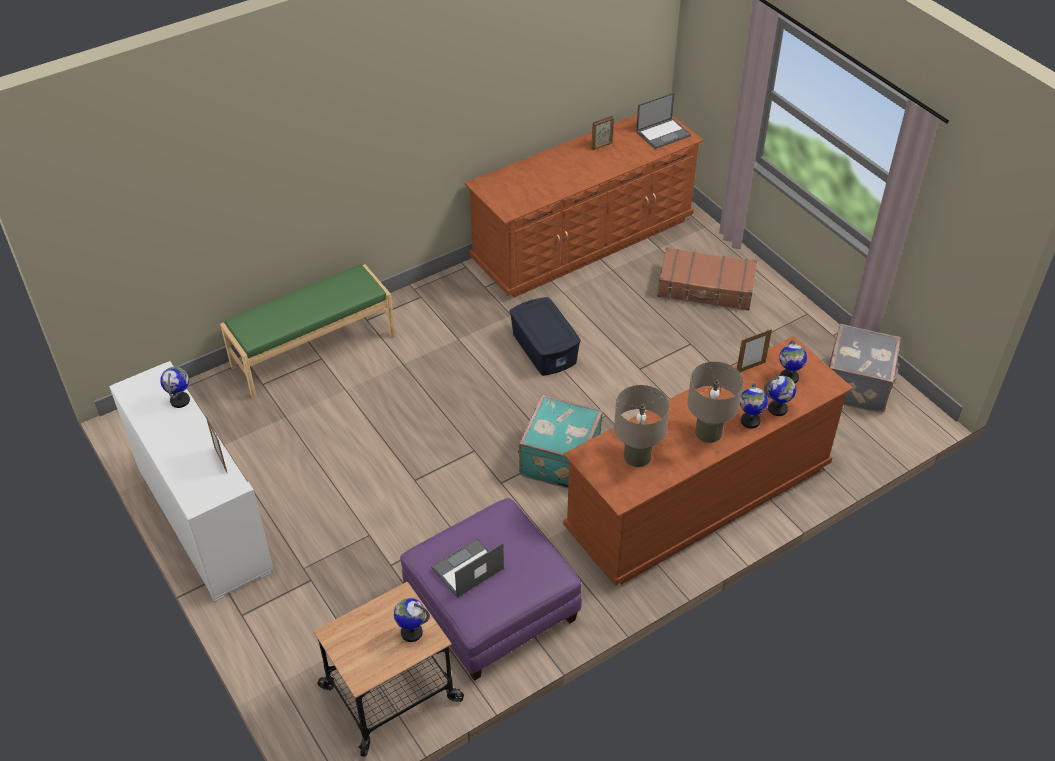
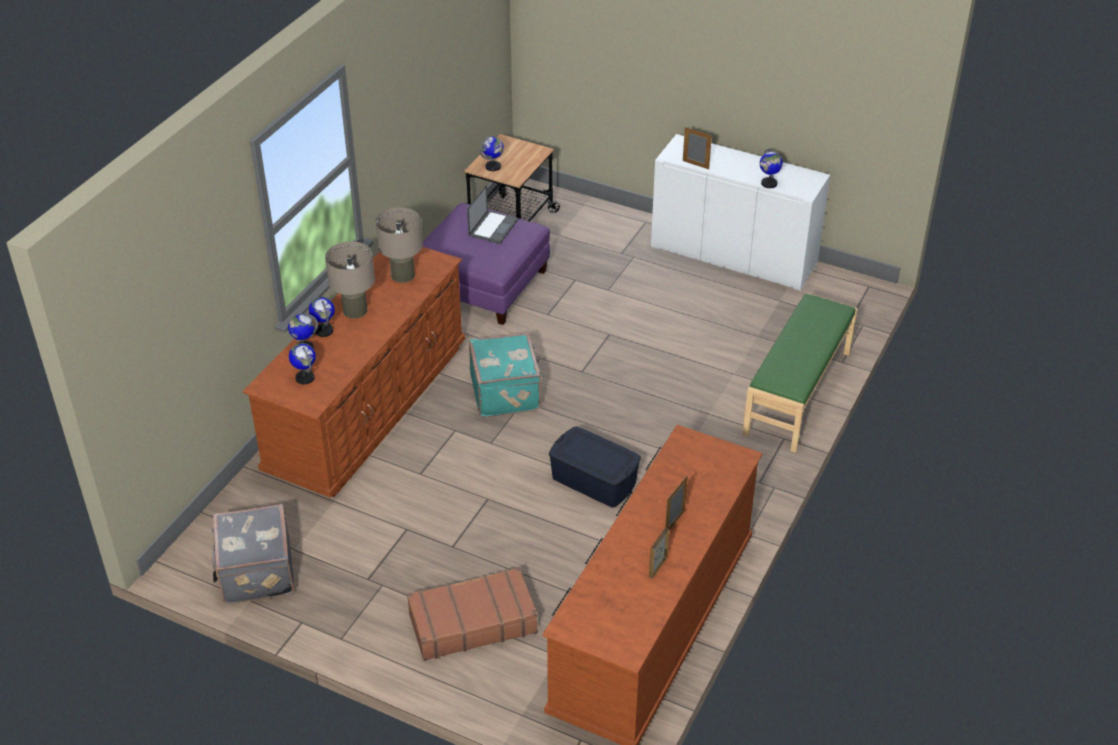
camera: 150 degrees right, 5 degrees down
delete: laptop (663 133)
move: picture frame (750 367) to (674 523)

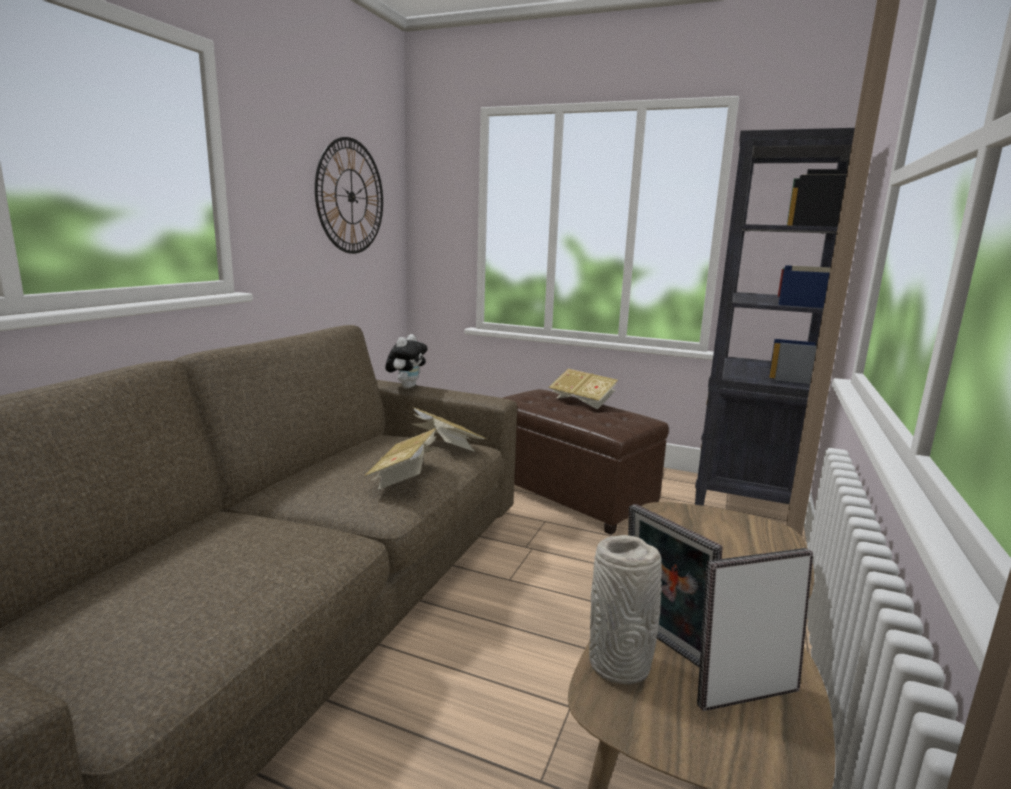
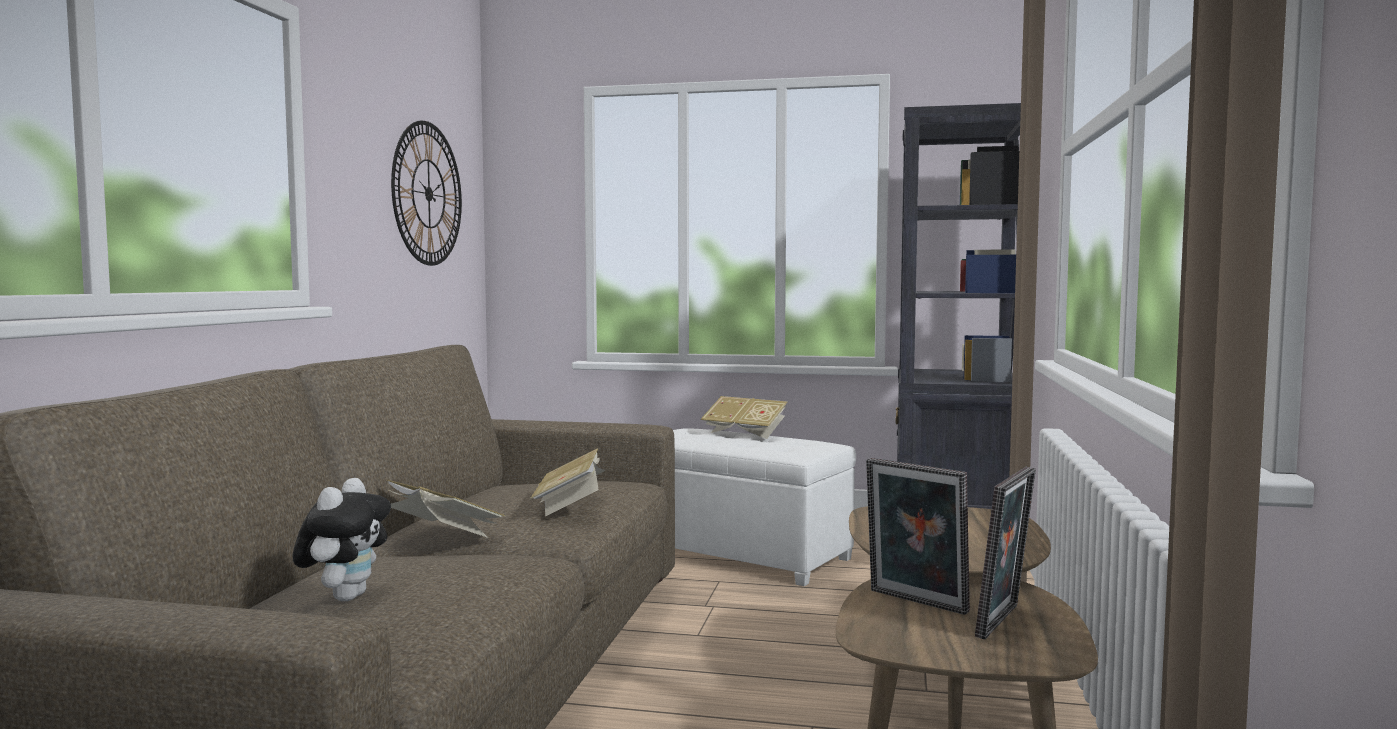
camera: 10 degrees left, 10 degrees down
delete: grey vase (621 665)
move: plush toy (407 387) to (345 596); book (446 445) to (441 533)
recolor: brown ottoman (569 494) to white ottoman (738 554)
rotate: picture frame (744 692) = (1004 622) 150 degrees clockwise

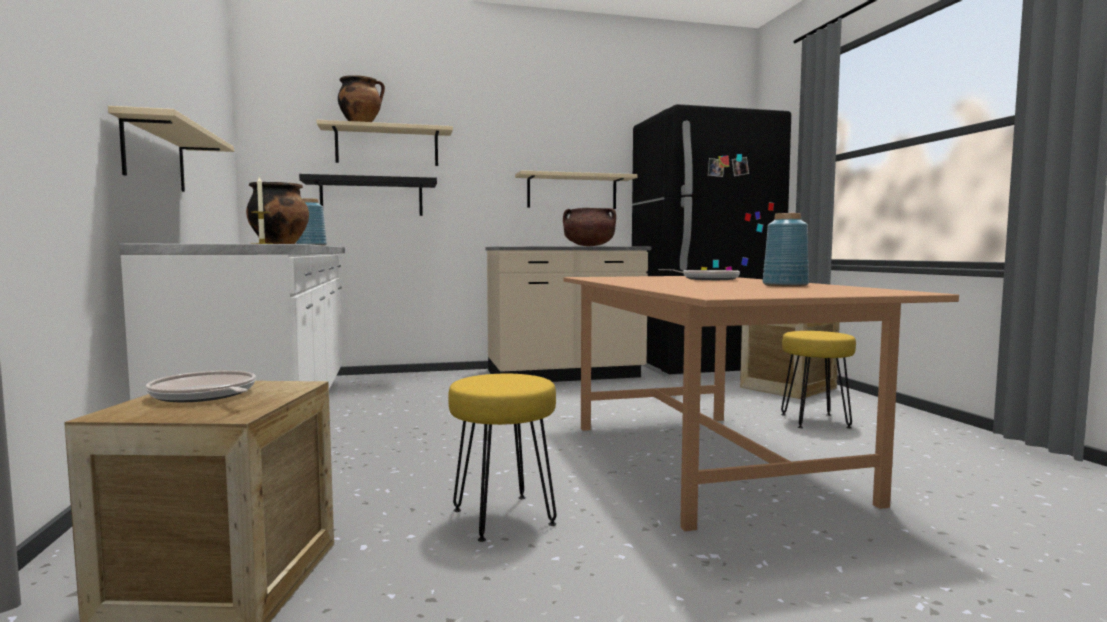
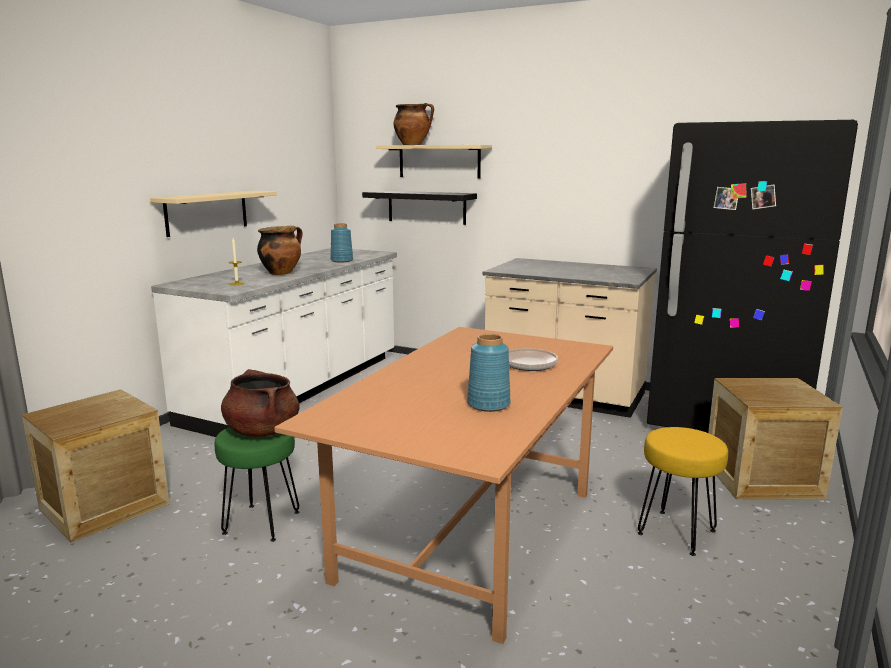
camera: 40 degrees right, 10 degrees up
delete: frying pan (205 395); beige shelf (572 192)
move: brown cooking pot (589 246) to (262 431)
recolor: yellow stool (502 517) to green stool (261 522)

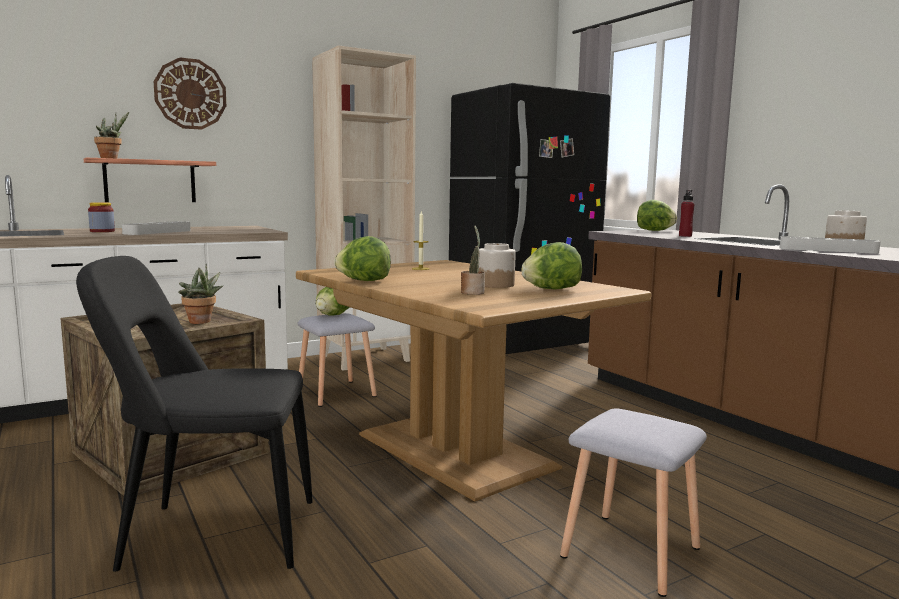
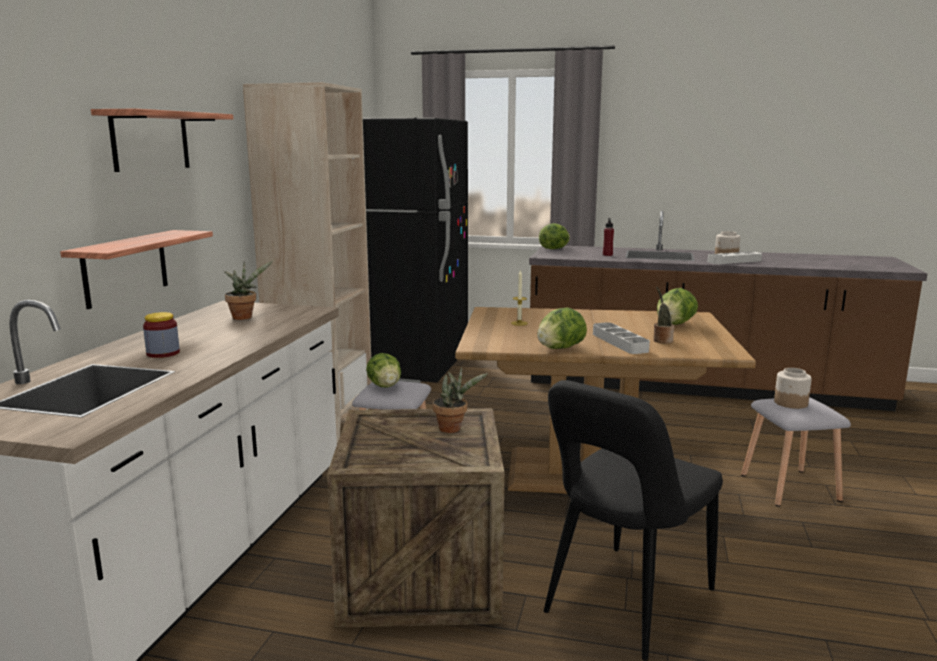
camera: 45 degrees left, 5 degrees up
move: potted plant (112 158) to (244 317); grey tray (157 232) to (619 342); jar (495 285) to (790 403)
replace: wall clock (190 94) to shelf (150 141)

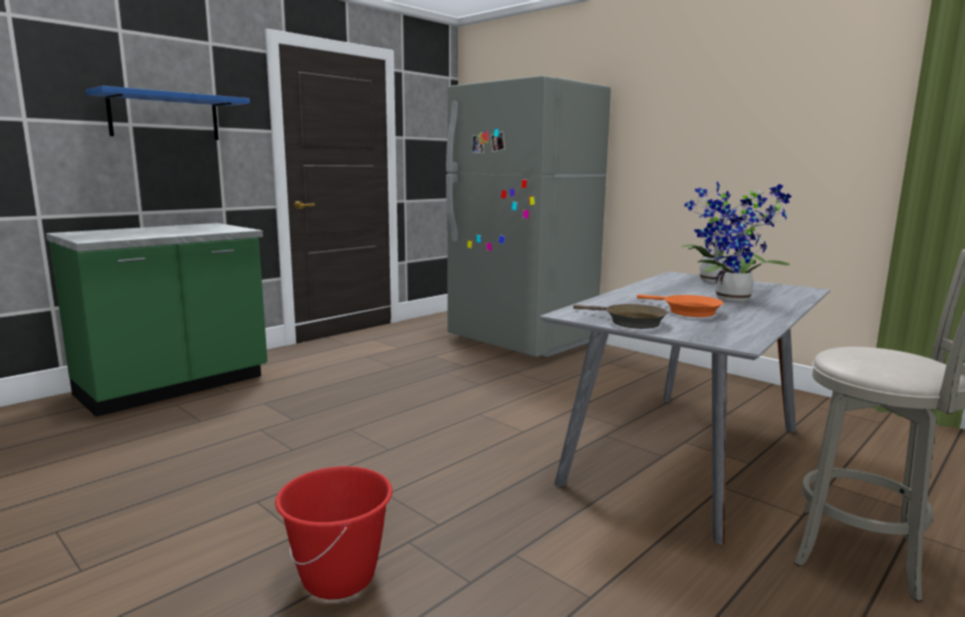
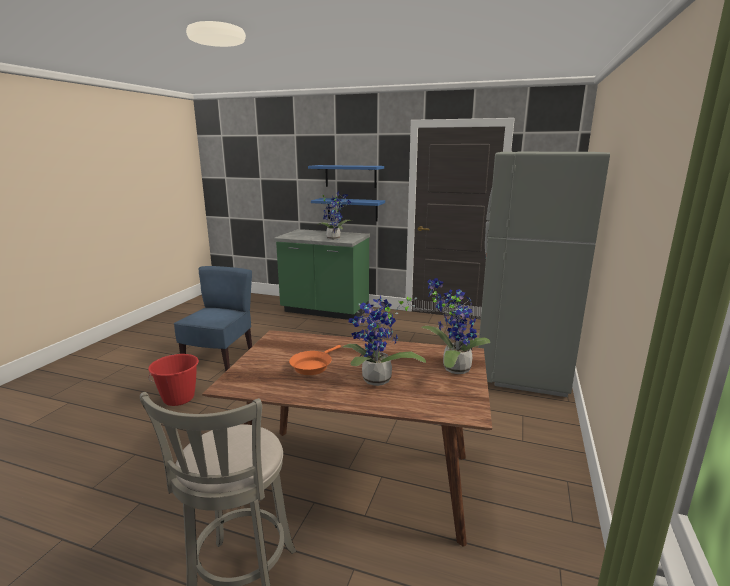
camera: 65 degrees right, 5 degrees up
delete: brown frying pan (630 322)
insert: blue chair (219 357); blue shelf (352 209); potted plant (334 238)
recolor: grey dining table (688 456) to brown dining table (356 480)

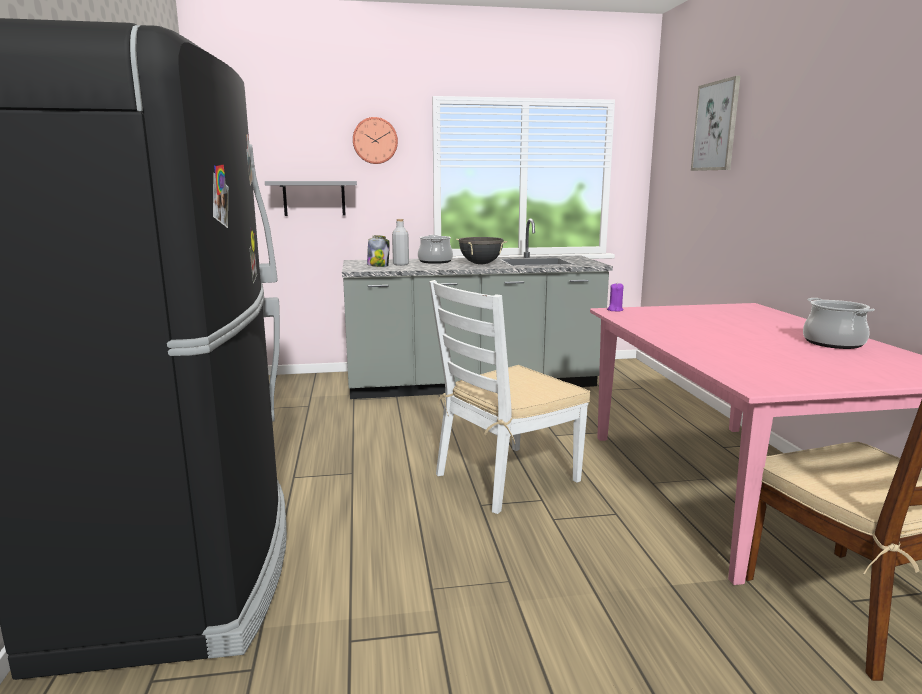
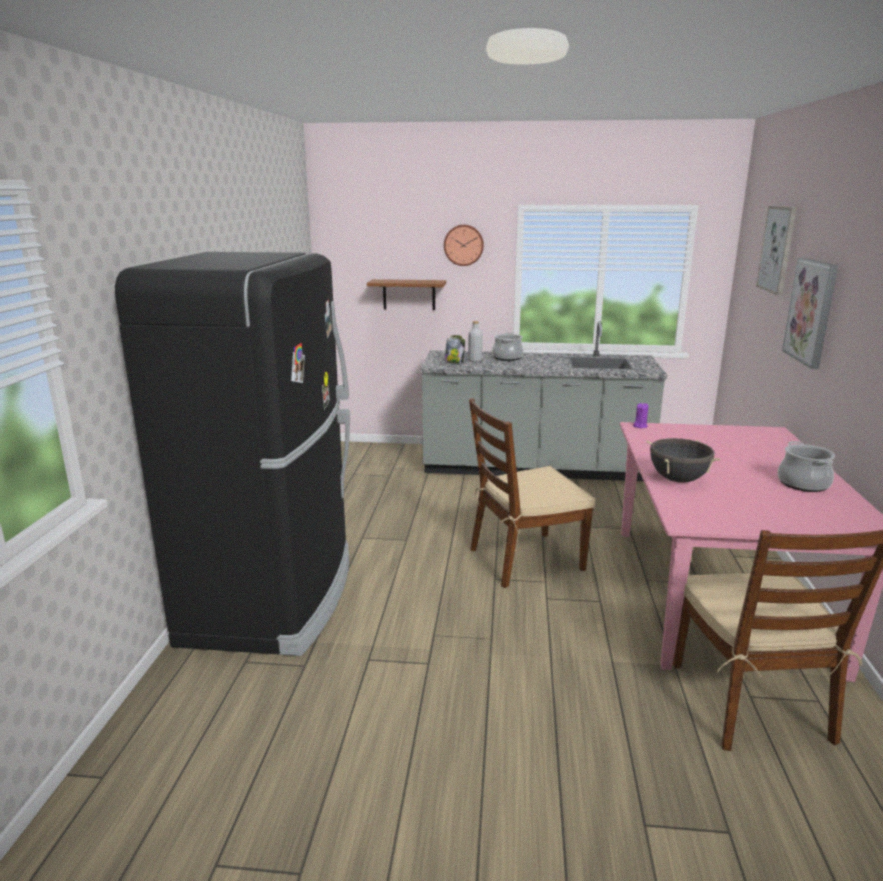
camera: 15 degrees right, 5 degrees up
insert: picture (811 311)
move: black cooking pot (481 264) to (678 480)
recolor: grey shelf (314 198) to brown shelf (409 294); white chair (506 478) to brown chair (525 559)

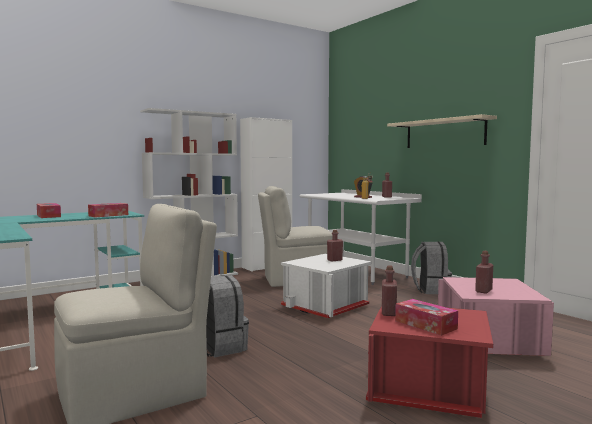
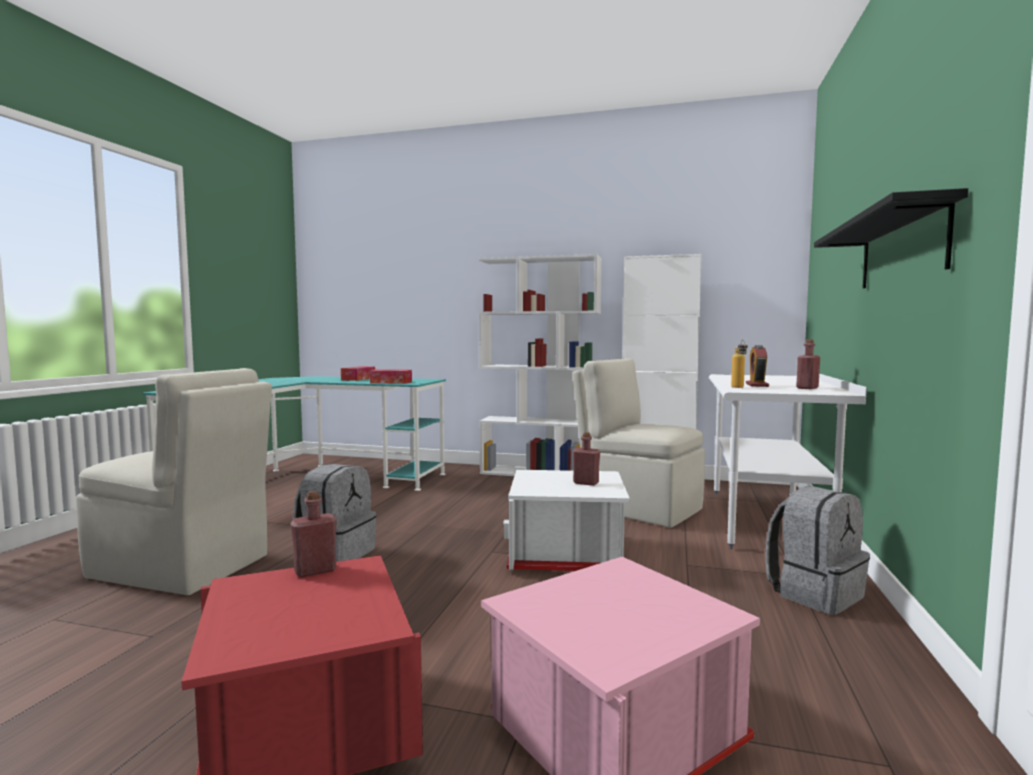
camera: 50 degrees right, 0 degrees up
delete: tissue box (425 325); red bottle (483 291)
recolor: beige shelf (444 133) to black shelf (901 250)

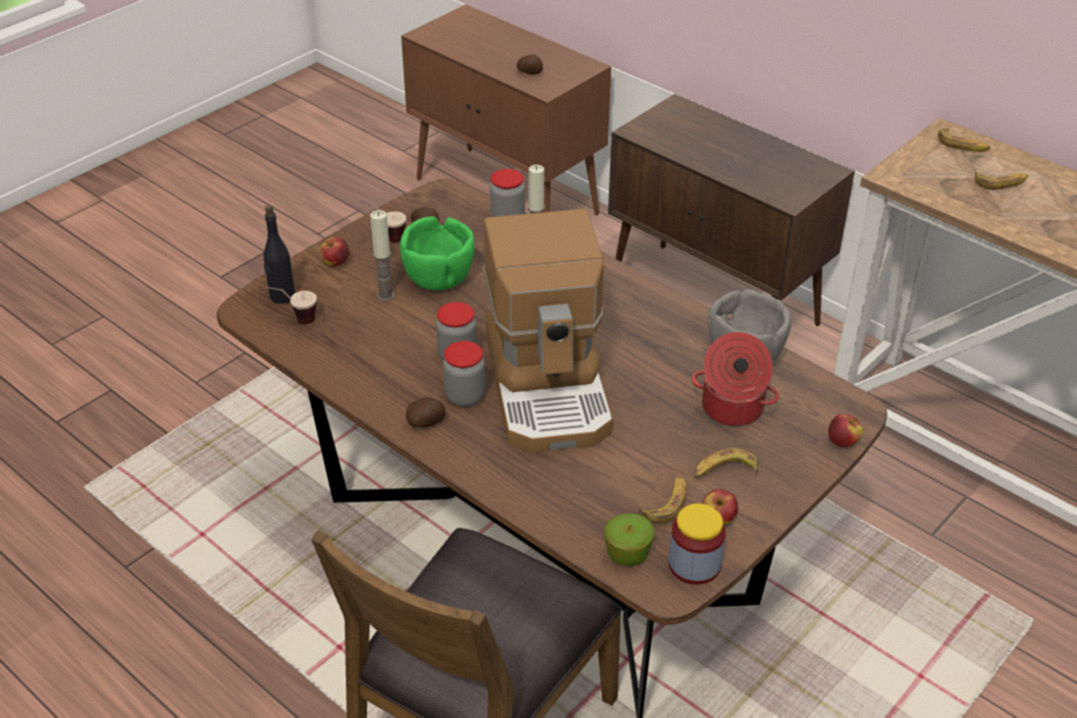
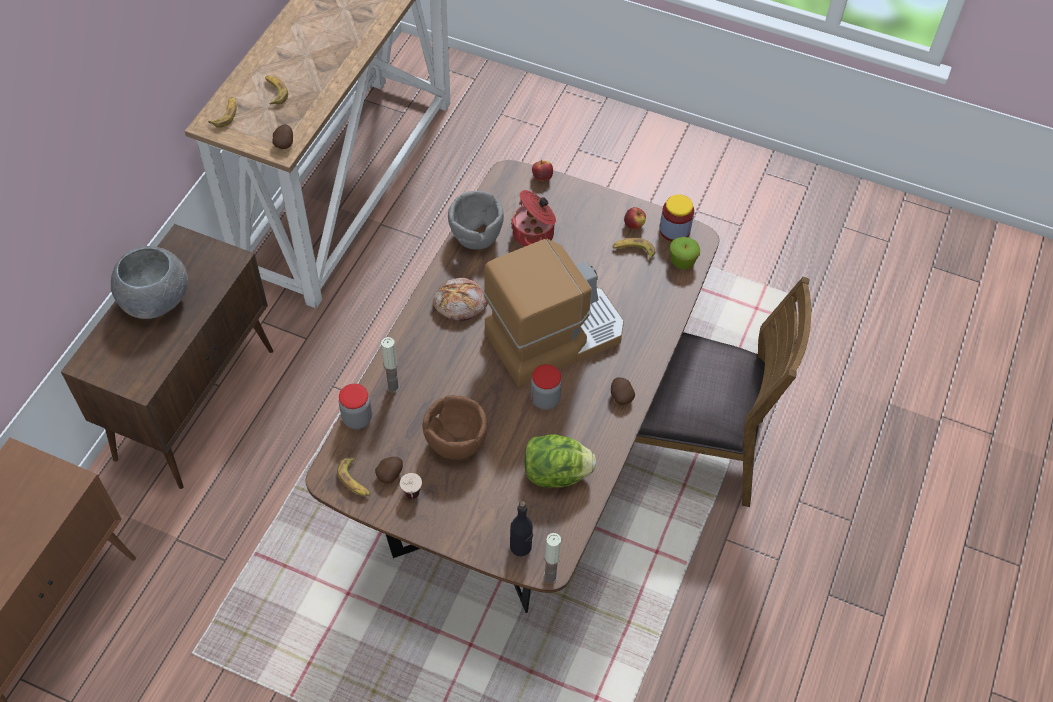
camera: 110 degrees left, 15 degrees up
delete: cup (295 320); apple (336 262); jar (465 396)
insert: grey bowl (156 299); bread (461 305); lettuce (556 473)
move: candle (385 296) to (550 577); potato (530 73) to (285 143); banana (724 471) to (355 480)
recolor: green bowl (438 279) to brown bowl (457 442)

